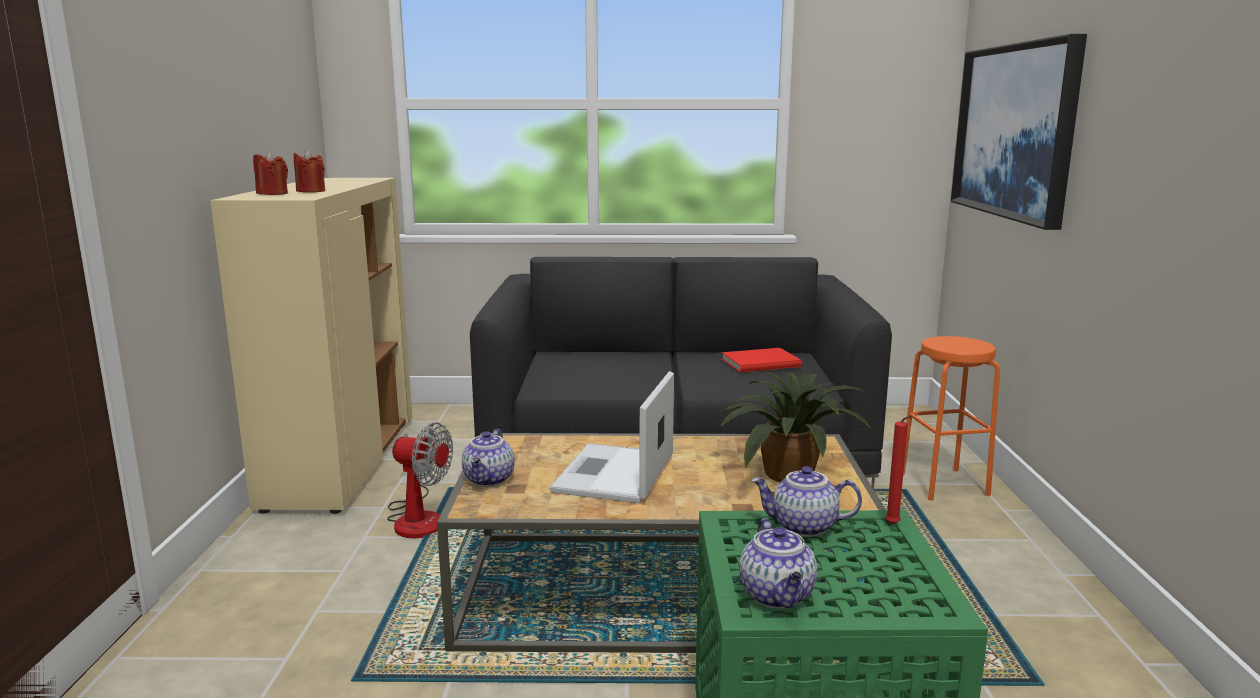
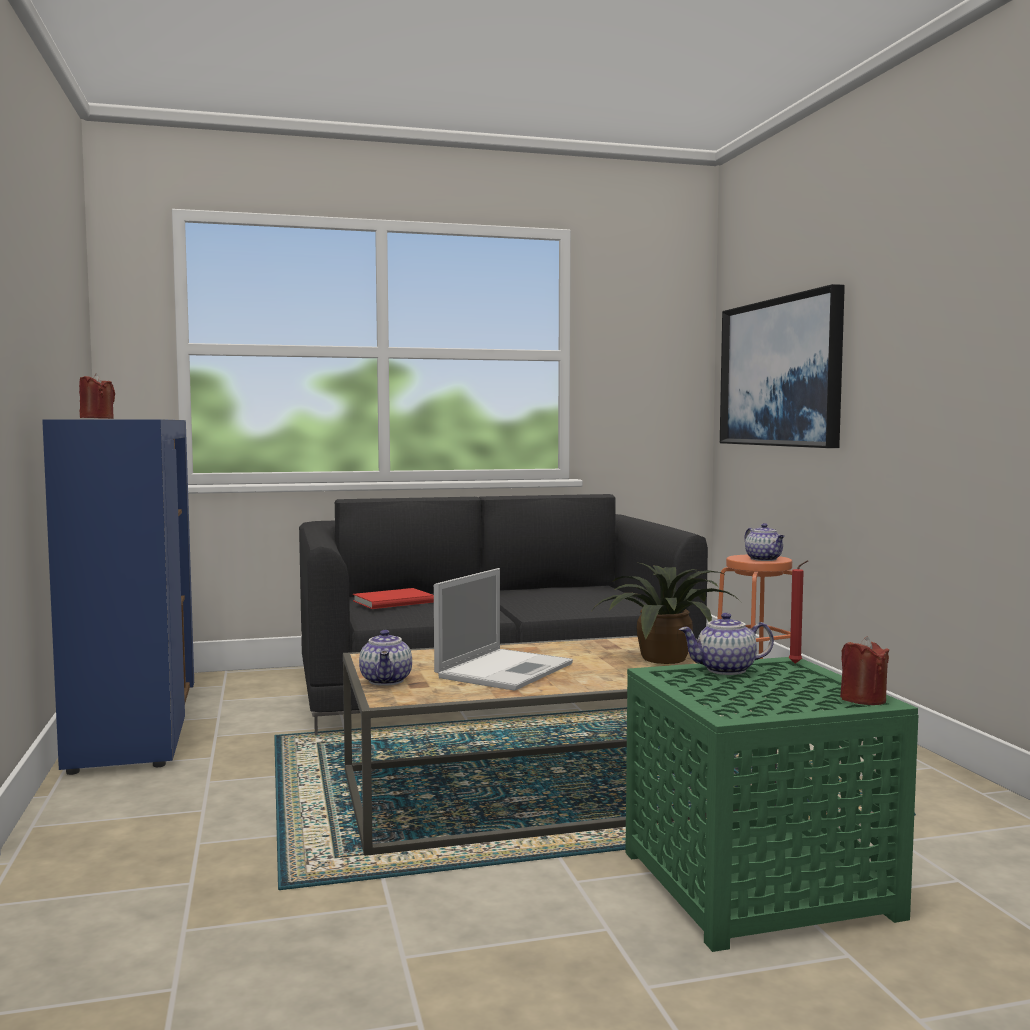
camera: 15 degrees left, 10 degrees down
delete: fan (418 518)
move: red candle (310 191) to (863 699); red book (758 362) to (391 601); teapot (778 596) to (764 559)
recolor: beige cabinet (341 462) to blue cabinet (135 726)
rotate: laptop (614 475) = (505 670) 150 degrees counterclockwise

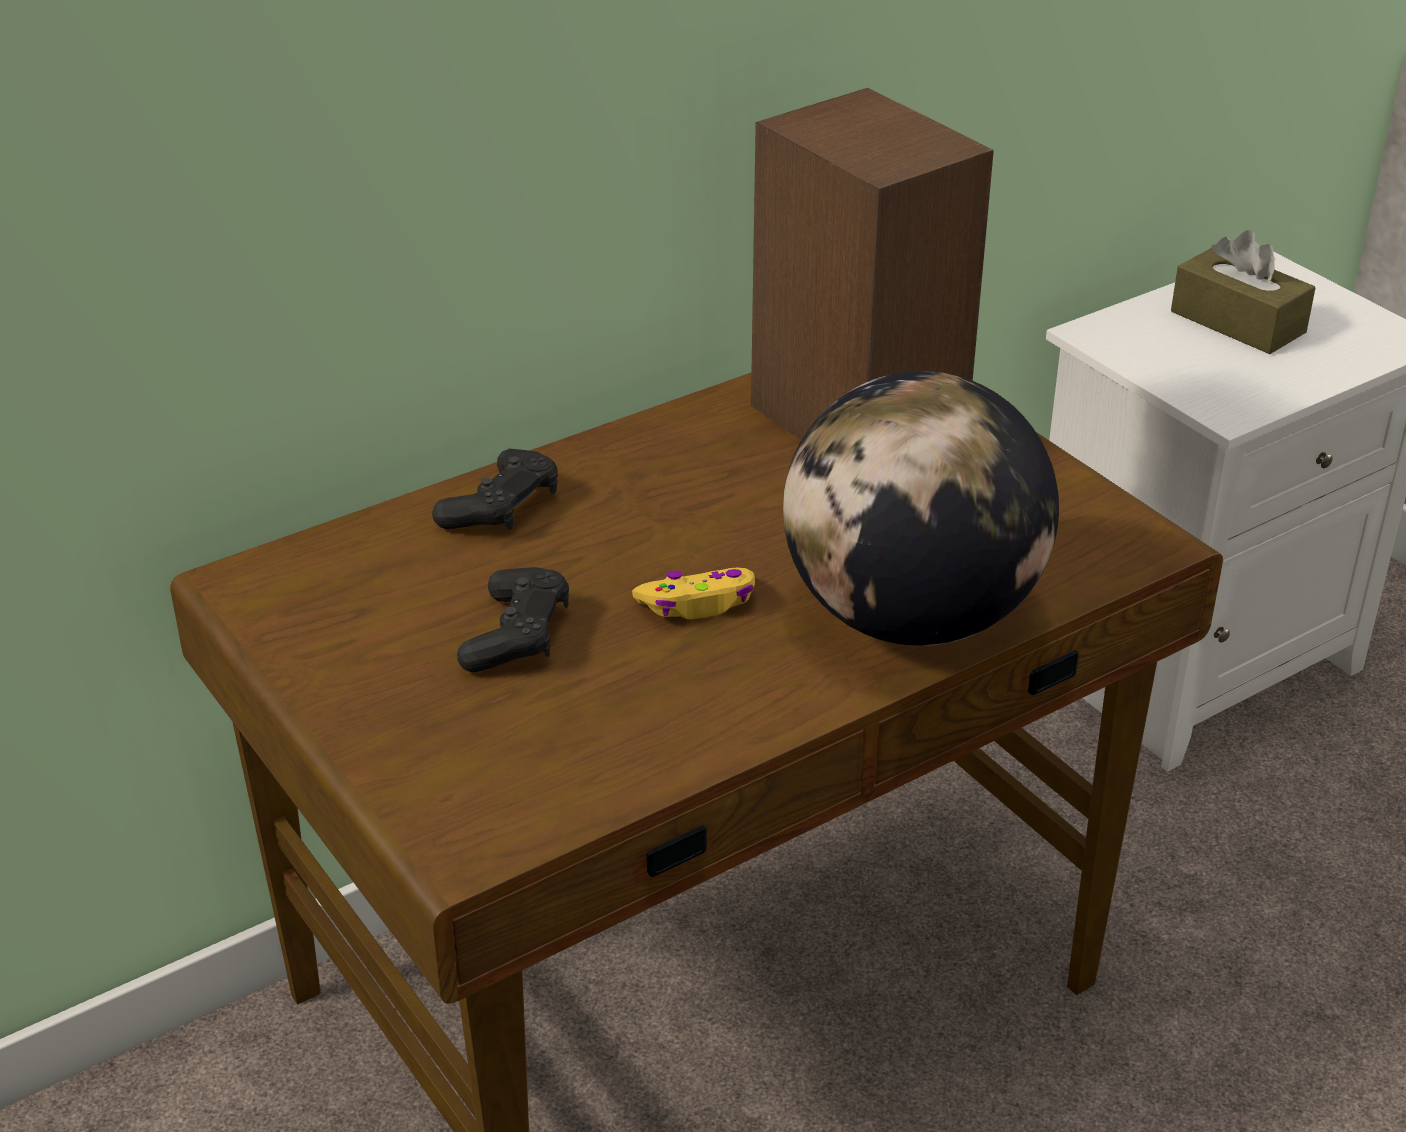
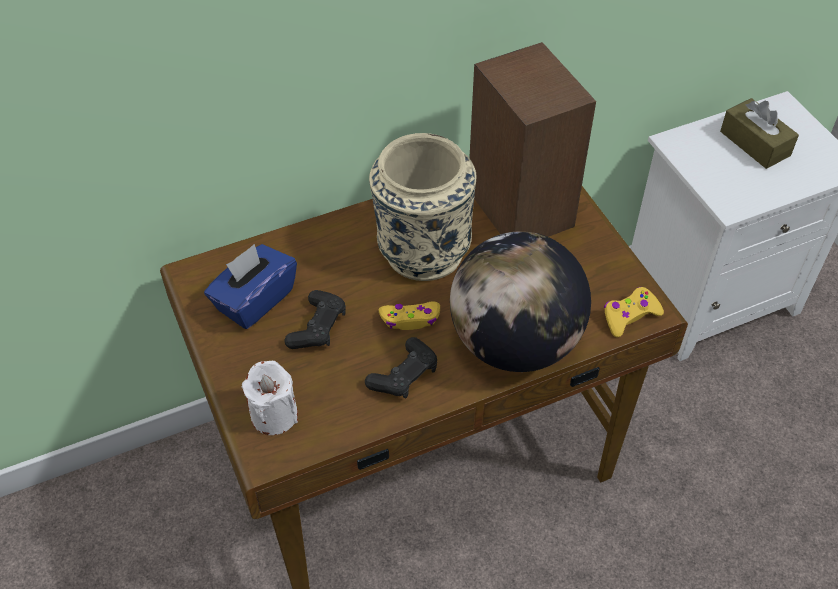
camera: 10 degrees right, 15 degrees up
insert: blue tissue box (254 300); white candle (274 415); beige vase (422 251); yellow game controller (629 316)
move: black game controller (501 508) to (404 376)

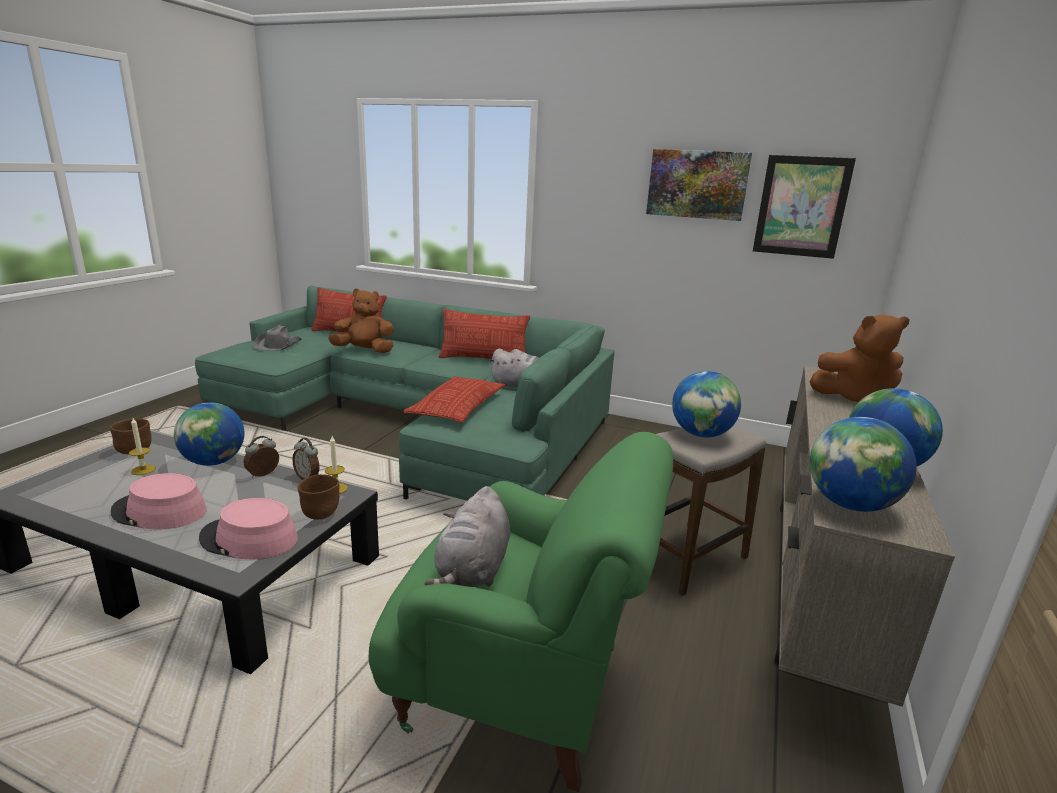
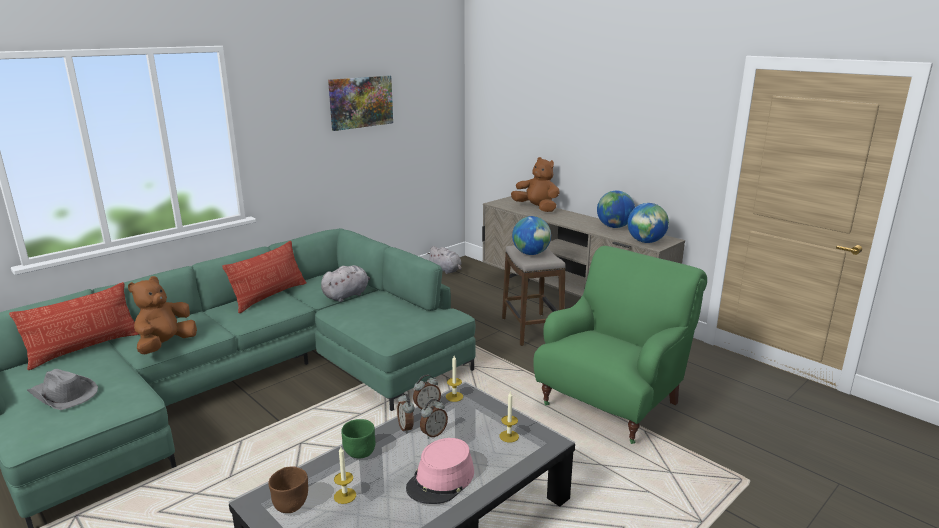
camera: 65 degrees left, 0 degrees up
delete: brown bowl (321 513); pillow (457 406); picture (801 206)
insert: alarm clock (433 433)
move: grey plush toy (473 570) to (446 270)
replace: globe (214 462) to green bowl (359 453); pink hat (249 539) to candle (509 436)
rotate: brown plush toy (854 397) = (537 208) 75 degrees counterclockwise

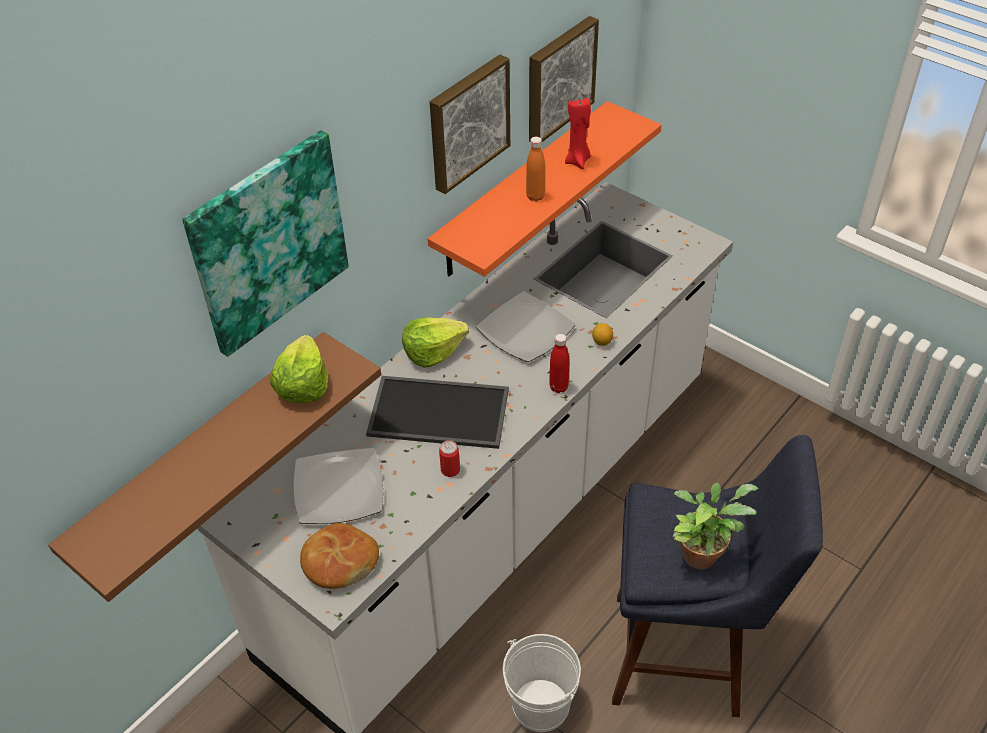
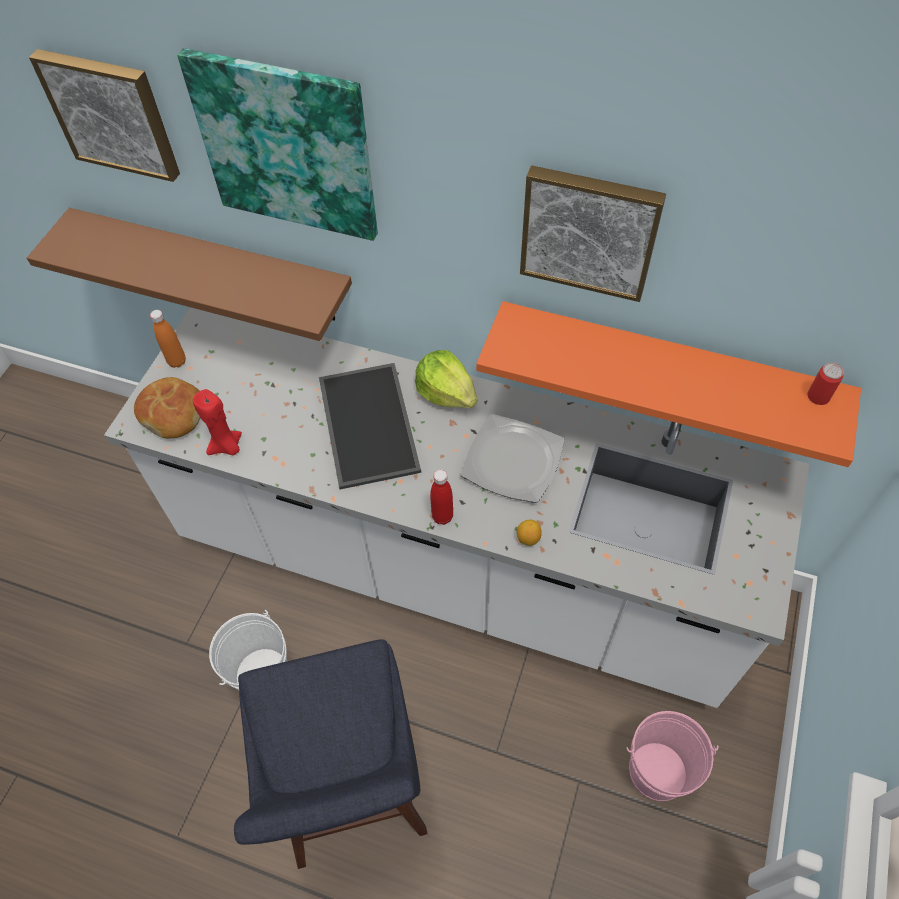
camera: 70 degrees right, 10 degrees up
delete: lettuce (302 385); plate (338 490); potted plant (702 552)
insert: pink bucket (657 771)
move: can (450 470) to (818 396); orange bottle (535 196) to (177 361); picture (558 79) to (111 113); red candle (578 161) to (227 447)

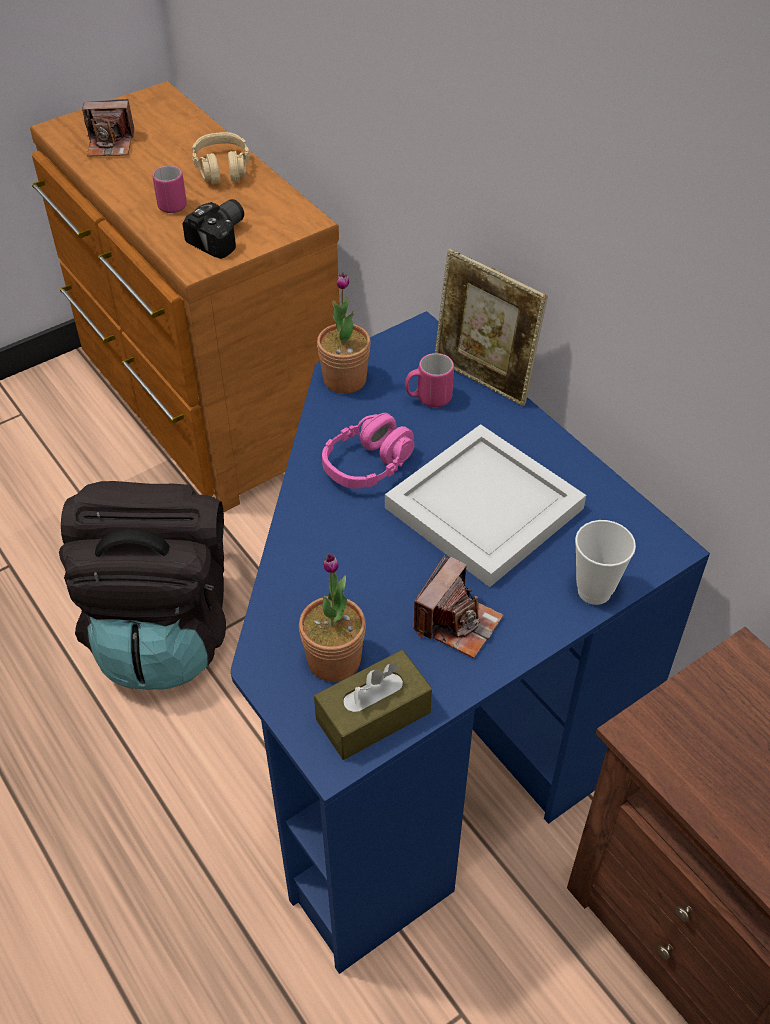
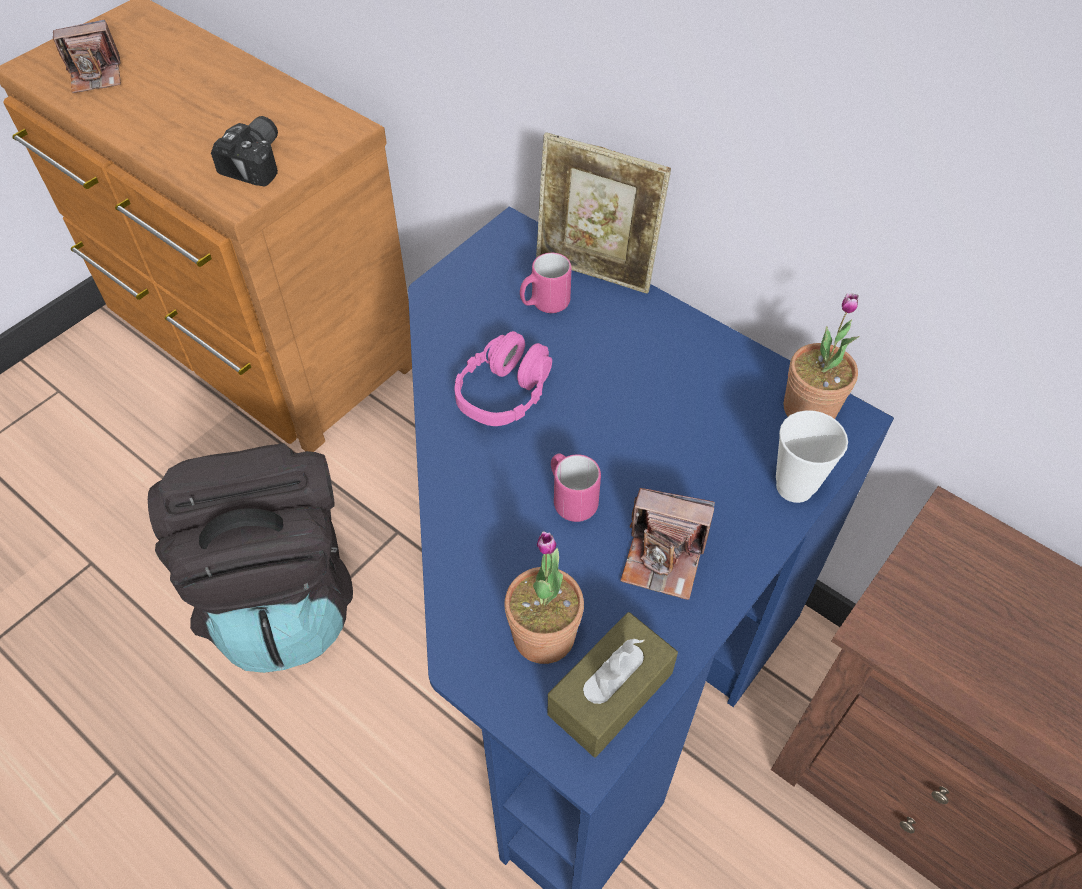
camera: 15 degrees left, 5 degrees up
delete: beige headphones (222 169); white tray (480 508)
move: pink mug (171 203) to (570 499); potted plant (345 380) to (809 409)
rotate: photo camera (457 622) = (664 557) 90 degrees clockwise

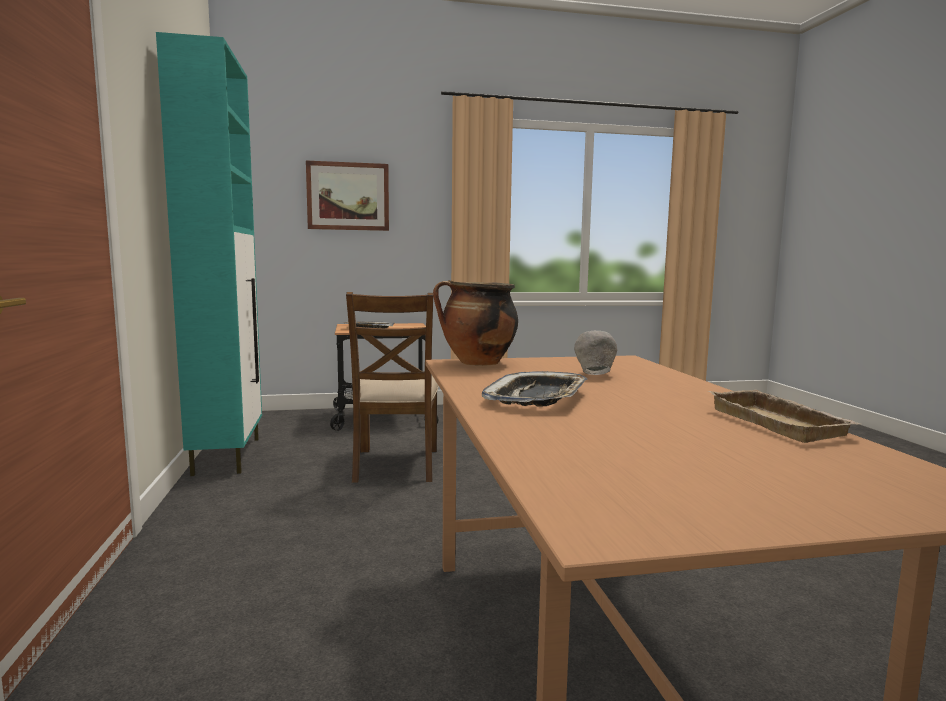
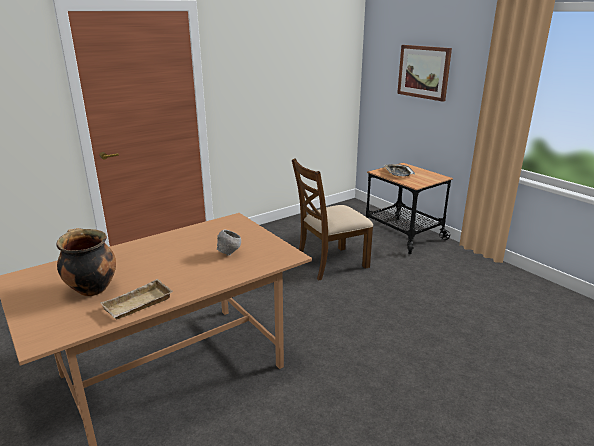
camera: 65 degrees right, 15 degrees up
delete: turquoise cabinet (228 455); tray (537 397)
move: cooking pot (477 363) to (91 288)

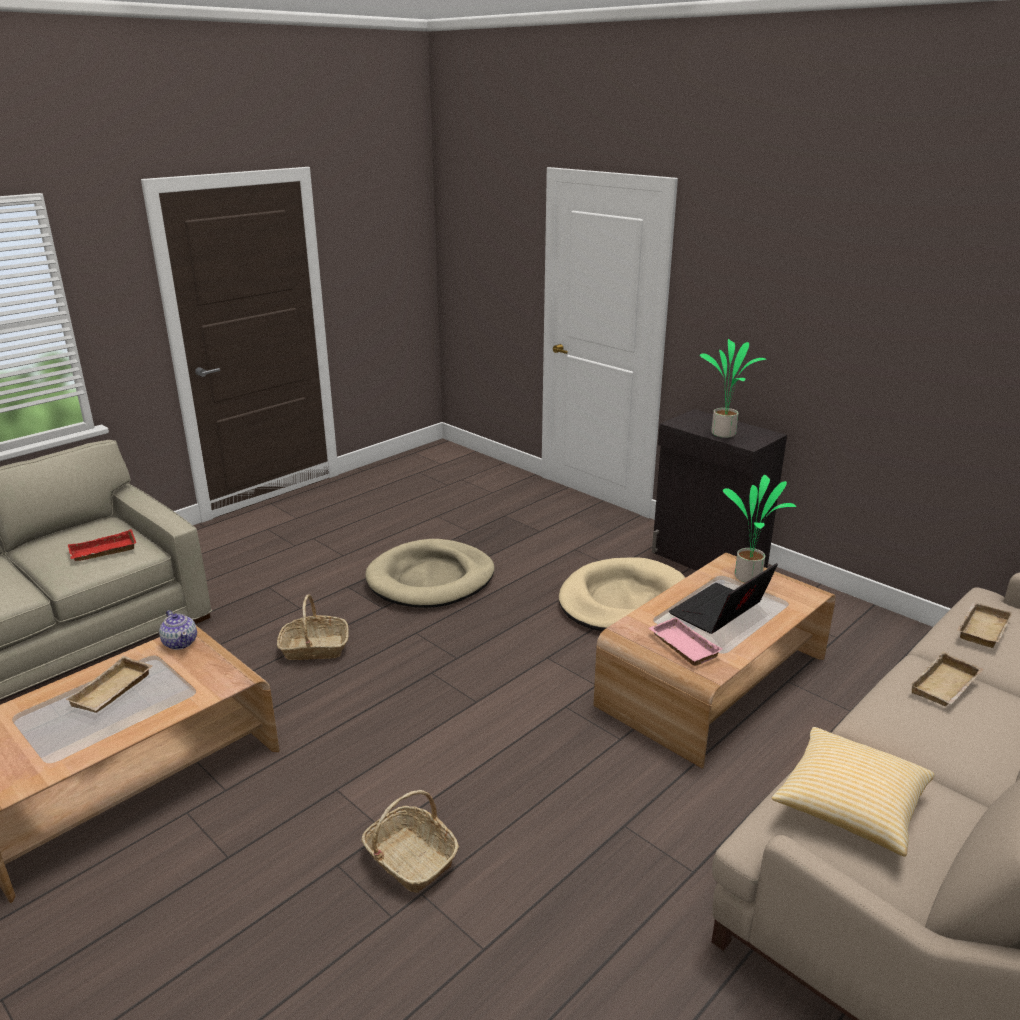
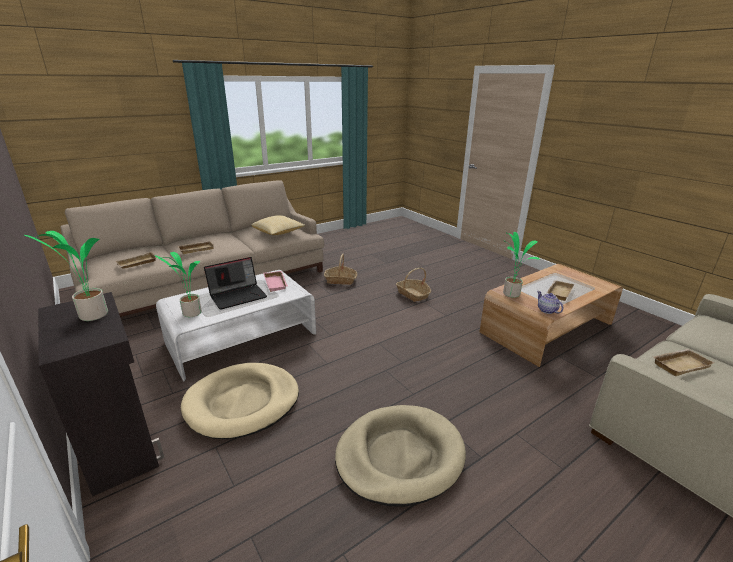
camera: 170 degrees left, 0 degrees up
insert: potted plant (511 293)
move: basket (314 648) to (340 280)
recolor: red tray (103 552) to beige tray (679 364); brown coffee table (713 681) to white coffee table (241 338)

